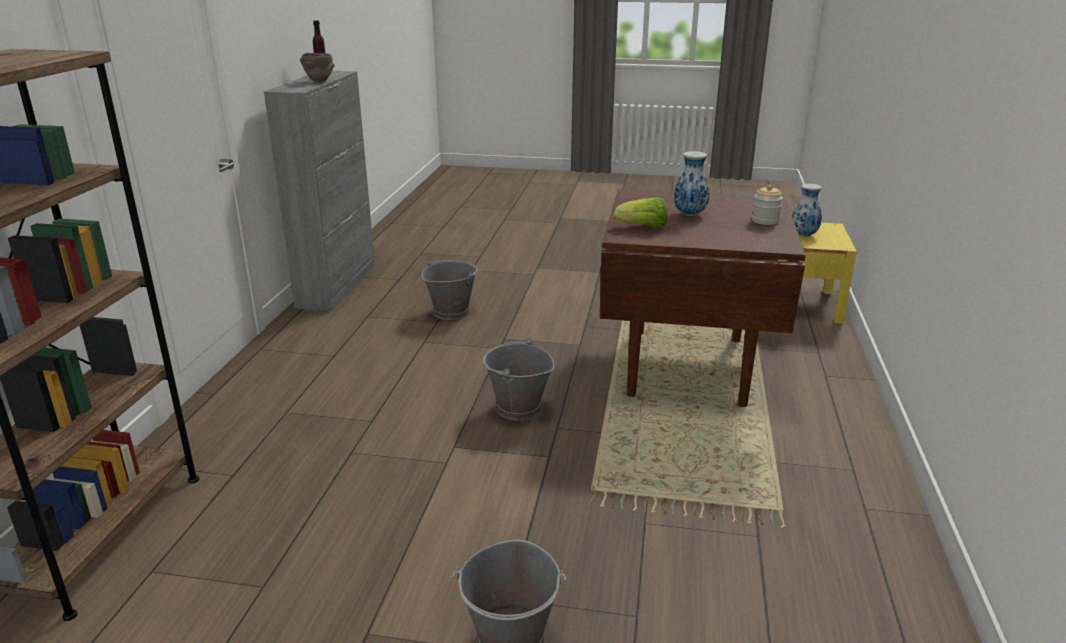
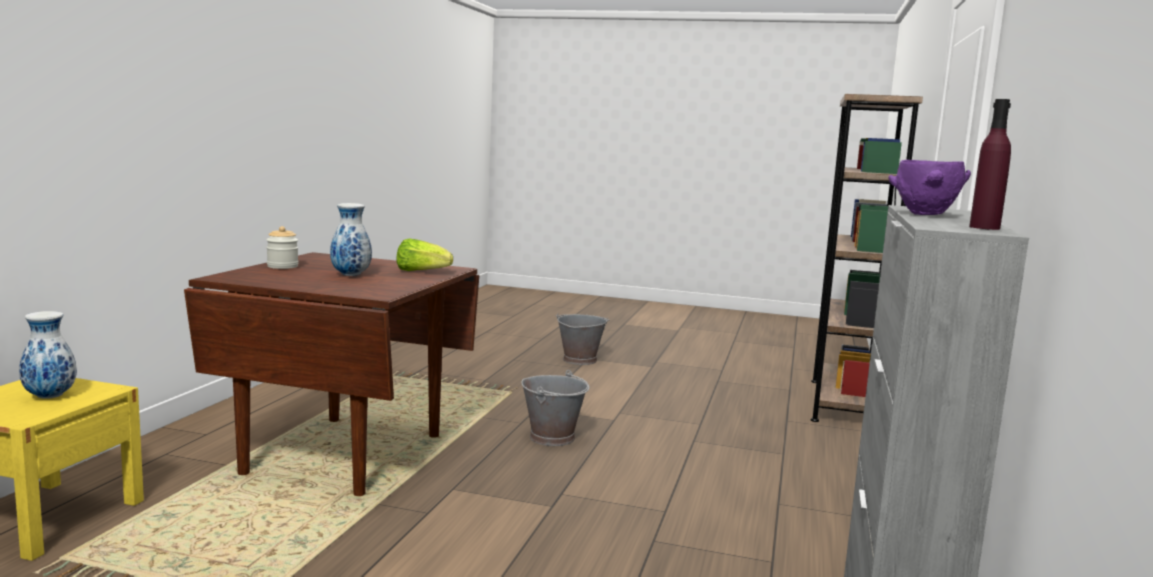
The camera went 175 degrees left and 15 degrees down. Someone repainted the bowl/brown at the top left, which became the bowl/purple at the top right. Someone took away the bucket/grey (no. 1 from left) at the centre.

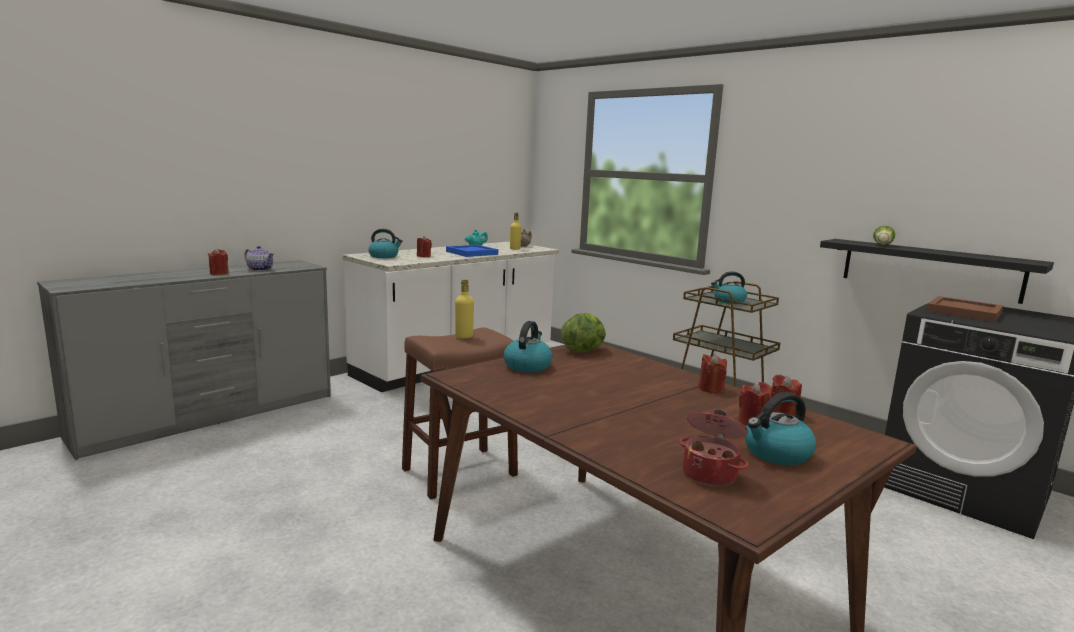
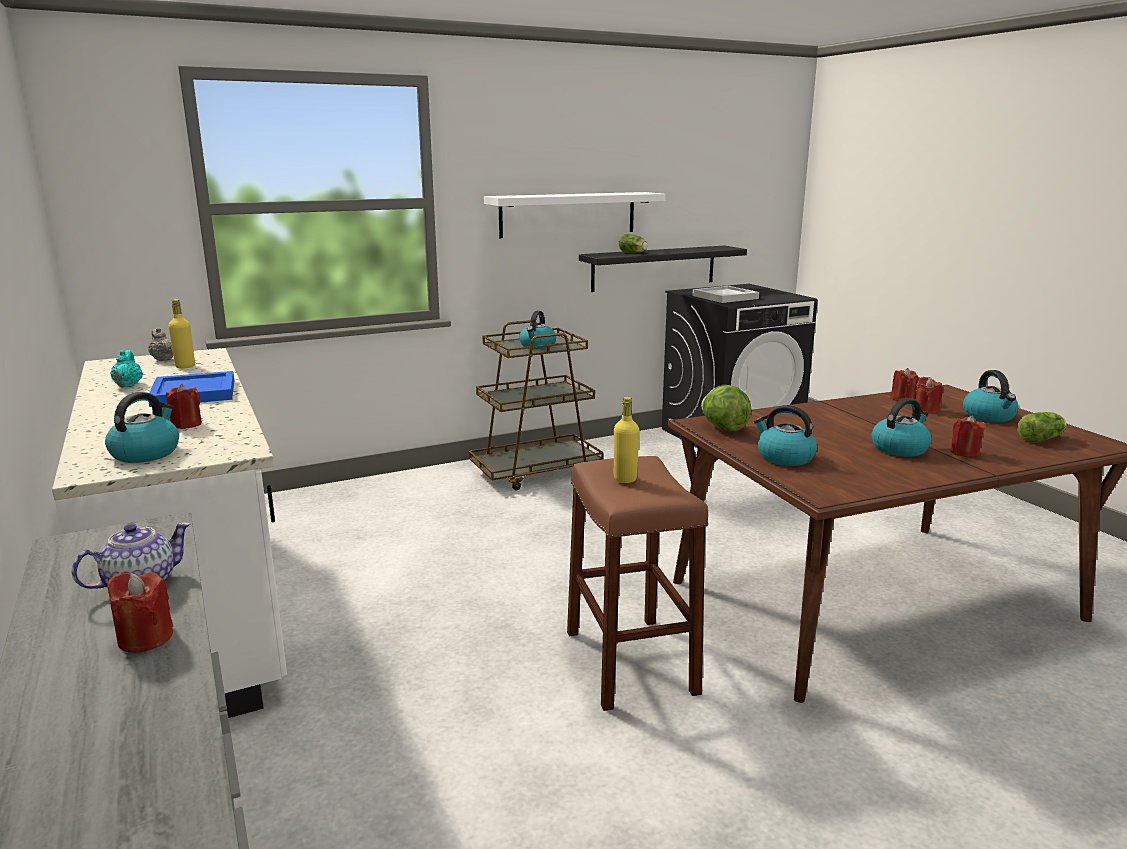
The camera went 70 degrees left and 5 degrees up. Someone put up the shelf/white at the top centre. Someone repainted the tray/brown at the middle right, which became the tray/white at the centre. Someone put down the kettle (no. 4 from left) at the middle right. Someone carried the candle/red (no. 3 from left in the first image) from the centre to the middle right. Someone swapped the cooking pot at the bottom centre for the lettuce (no. 3 from left) at the middle right.

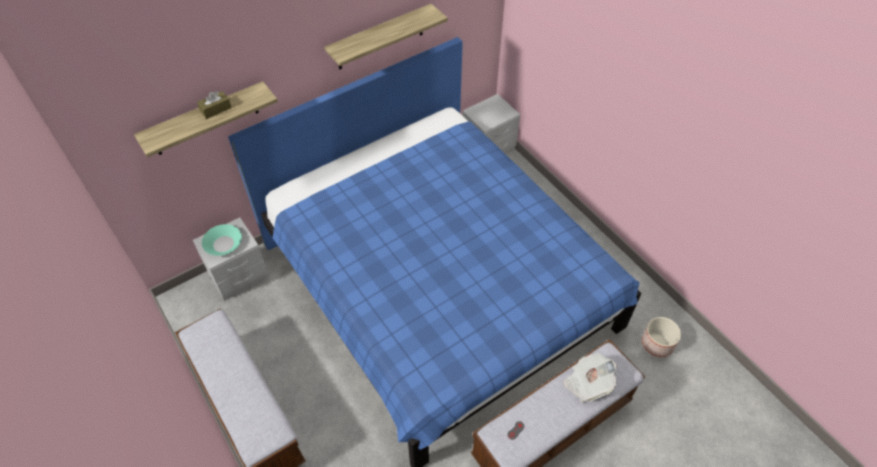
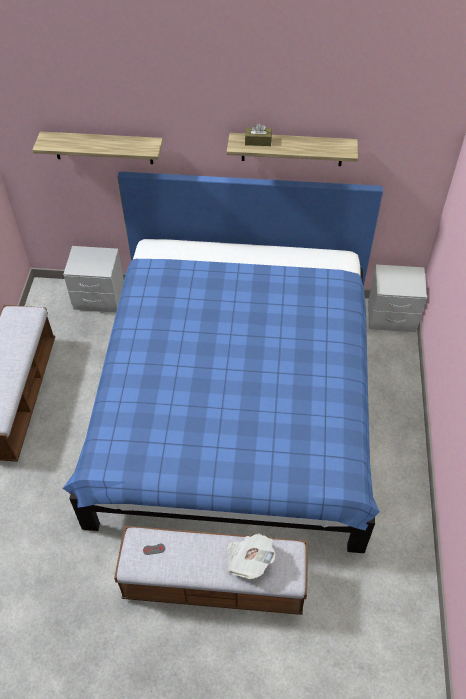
The camera went 40 degrees right and 0 degrees up. Someone carried the tissue box/brown from the top left to the top centre. Someone took away the bowl/turquoise at the middle left. Someone took away the planter at the bottom right.

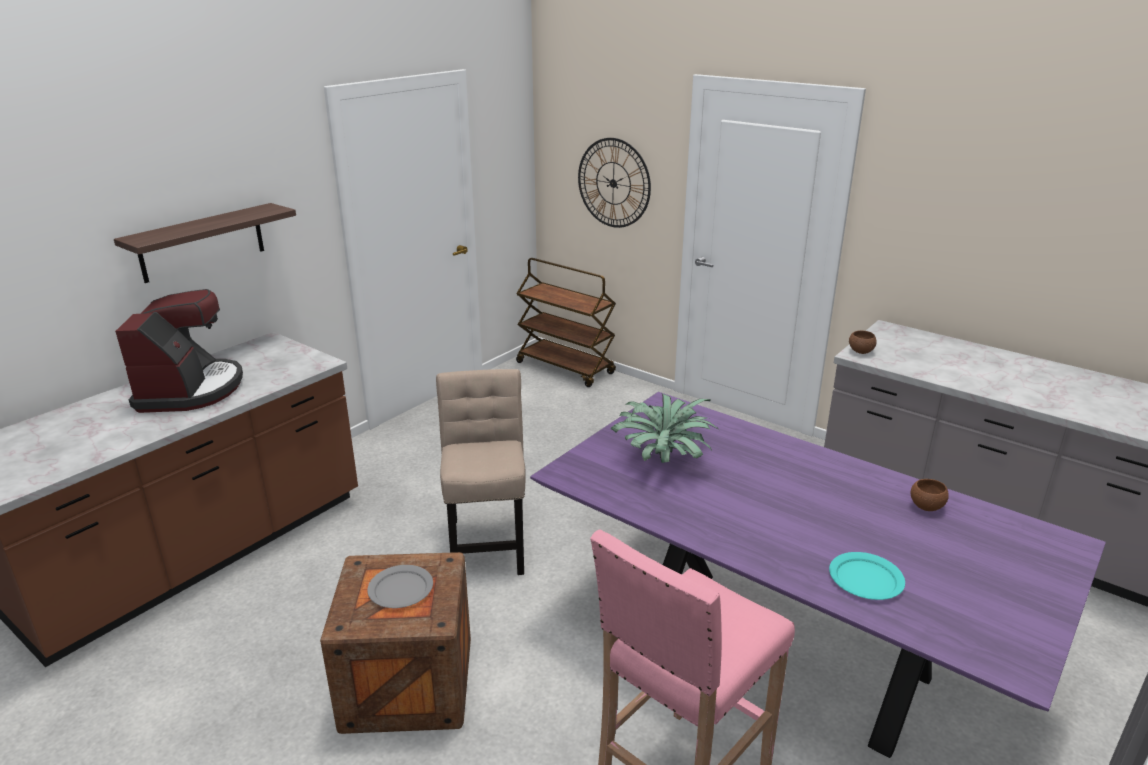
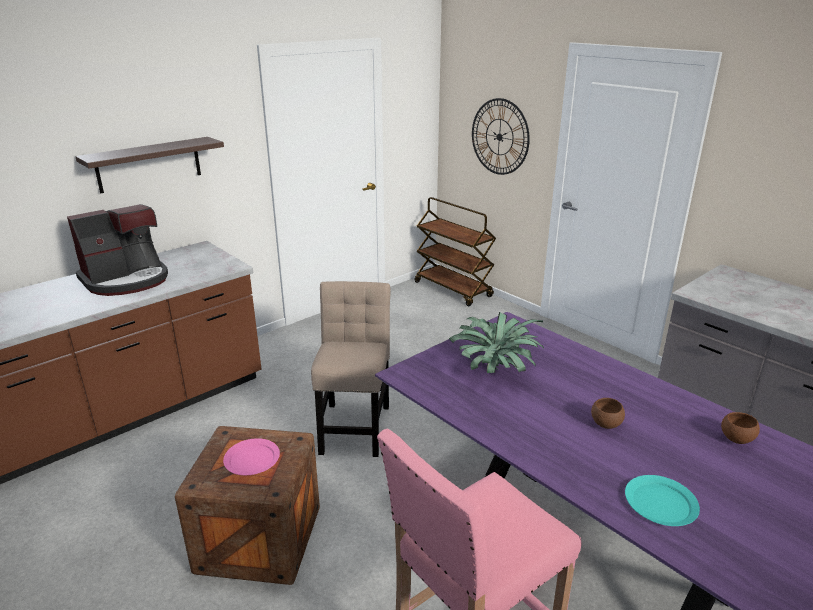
The camera went 10 degrees right and 0 degrees up. Someone rotated the coffee machine at the middle left by 45 degrees clockwise. Someone repainted the plate/grey at the bottom centre, which became the plate/pink at the bottom left. Someone carried the bowl/brown (no. 1 from left) from the middle right to the bottom right.

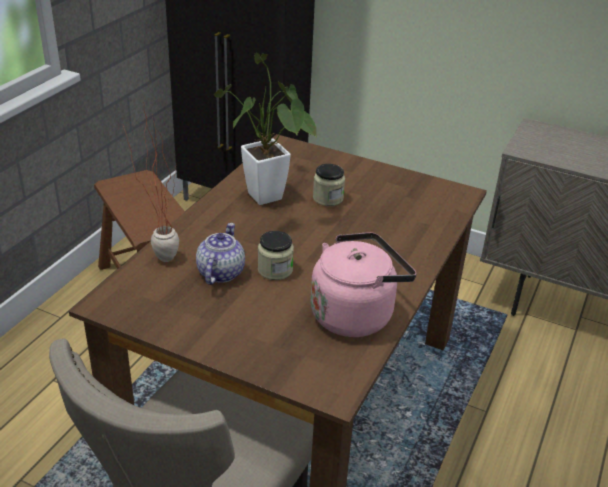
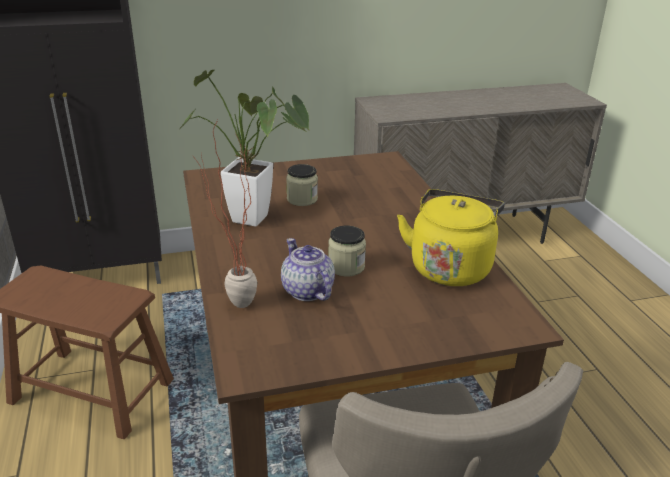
The camera went 40 degrees left and 5 degrees down. Someone repainted the kettle/pink at the centre, which became the kettle/yellow at the middle right.

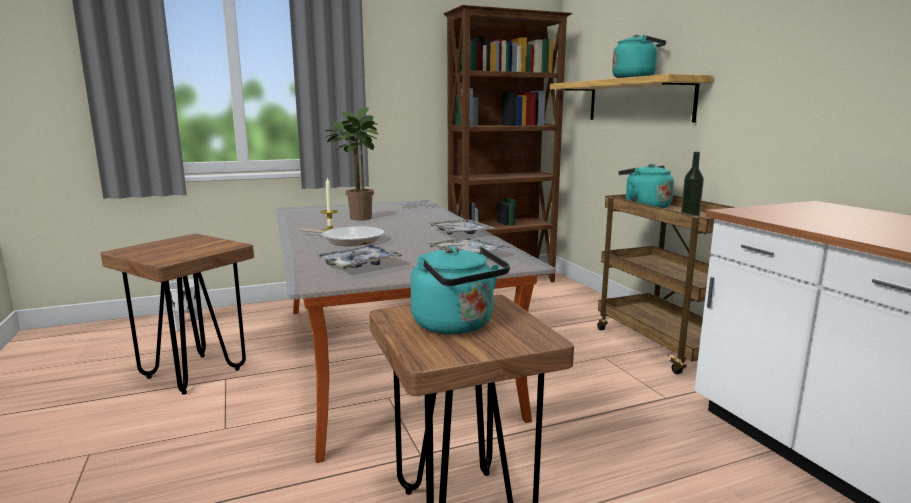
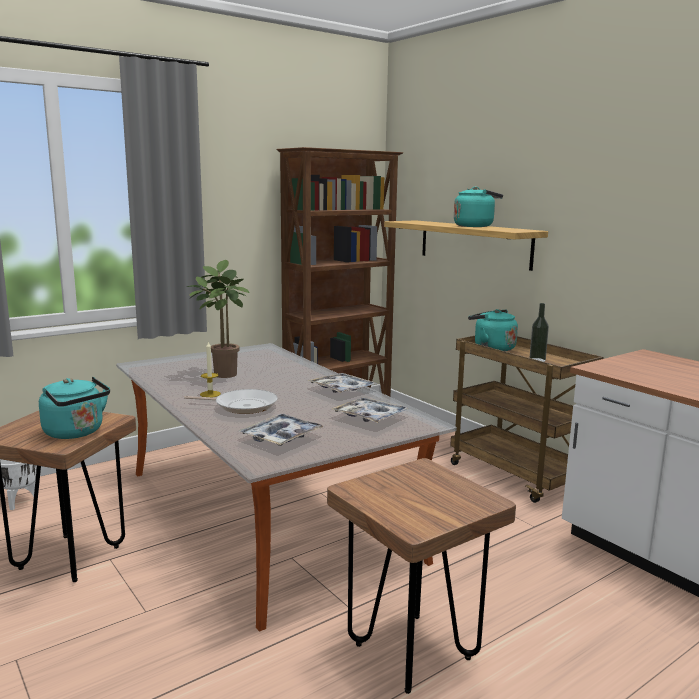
The camera went 15 degrees left and 0 degrees up. Someone carried the kettle/turquoise (no. 1 from left) from the centre to the middle left.

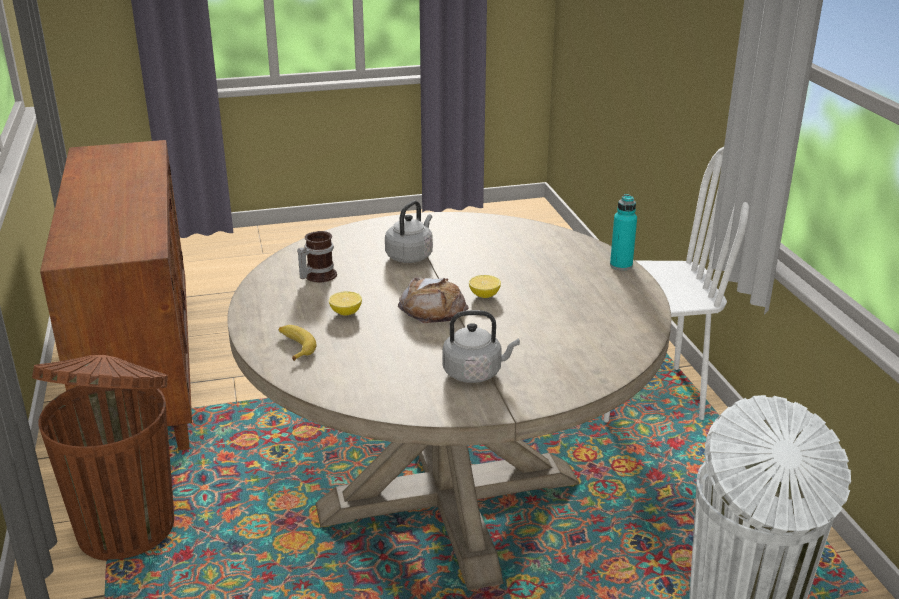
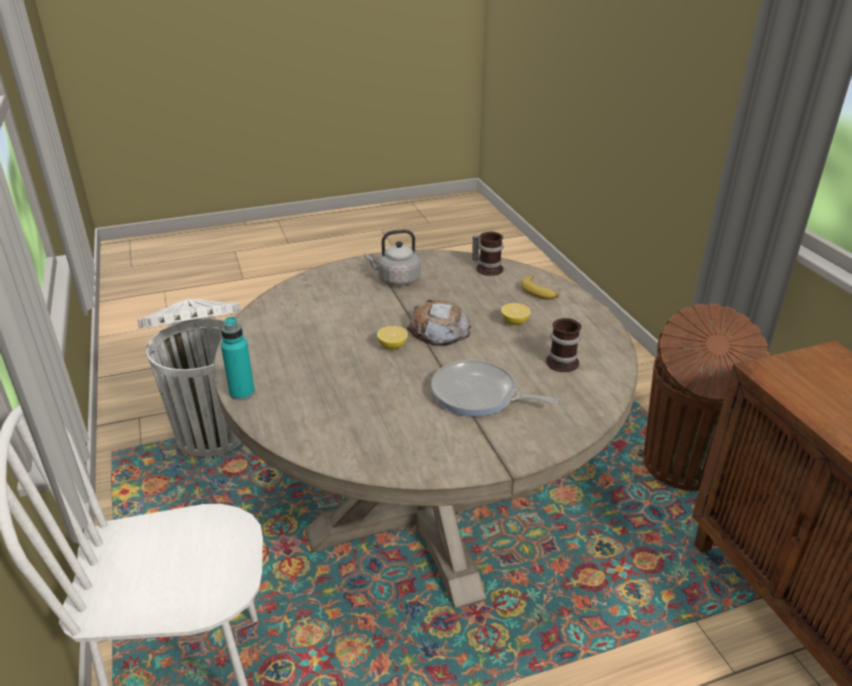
The camera went 175 degrees right and 5 degrees up. Someone swapped the kettle/grey (no. 1 from left) at the centre for the frying pan at the centre. Someone put down the mug (no. 1 from left) at the centre.

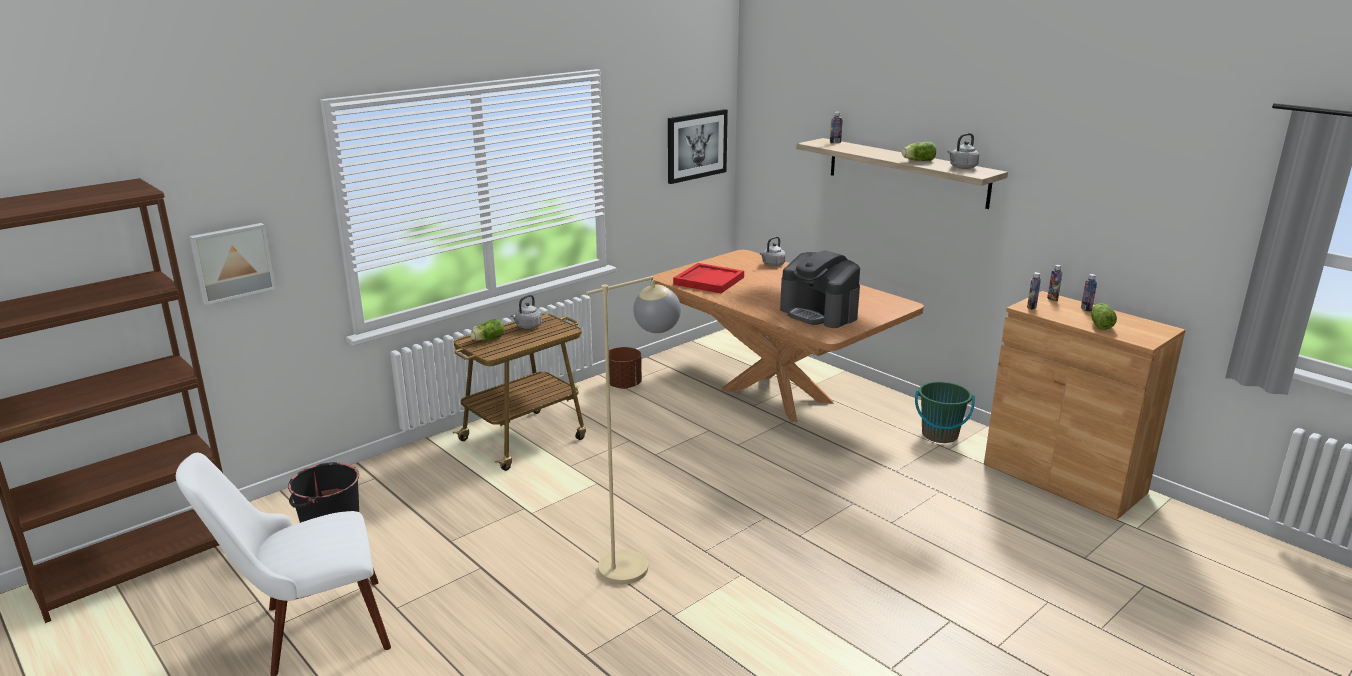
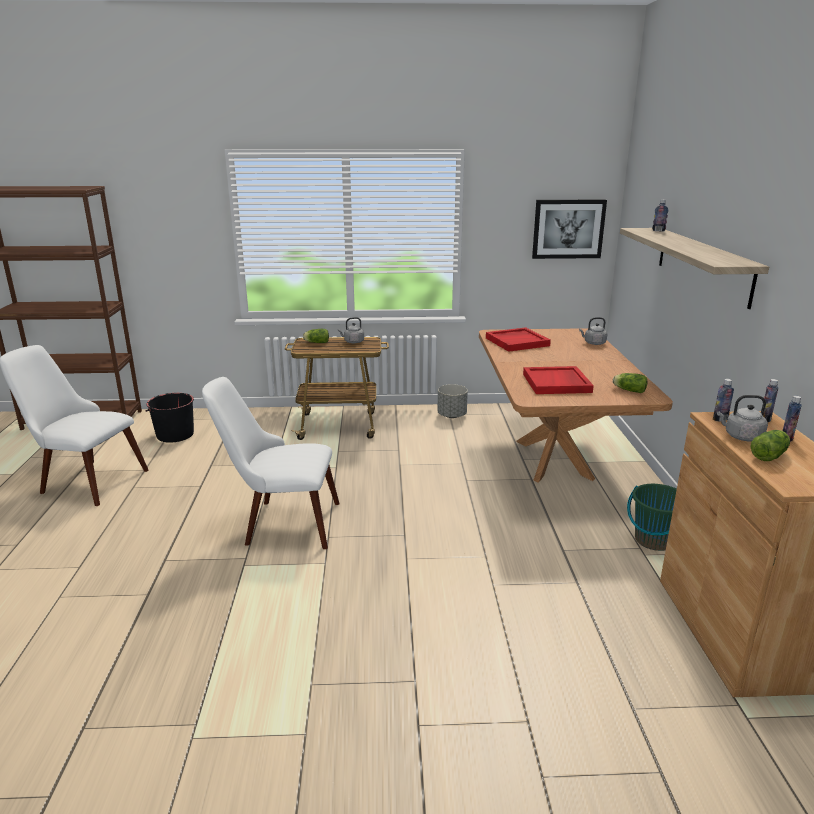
The camera went 40 degrees right and 0 degrees up. Someone swapped the floor lamp/beige at the centre for the chair/white (no. 2 from left) at the middle left. Someone repainted the planter/brown at the centre, which became the planter/grey at the centre. Someone swapped the coffee machine at the centre for the tray/red (no. 2 from left) at the middle right. Someone carried the lettuce (no. 2 from left) from the top right to the middle right. Someone carried the kettle/grey (no. 3 from left) from the top right to the middle right. Someone took away the picture (no. 1 from left) at the middle left.

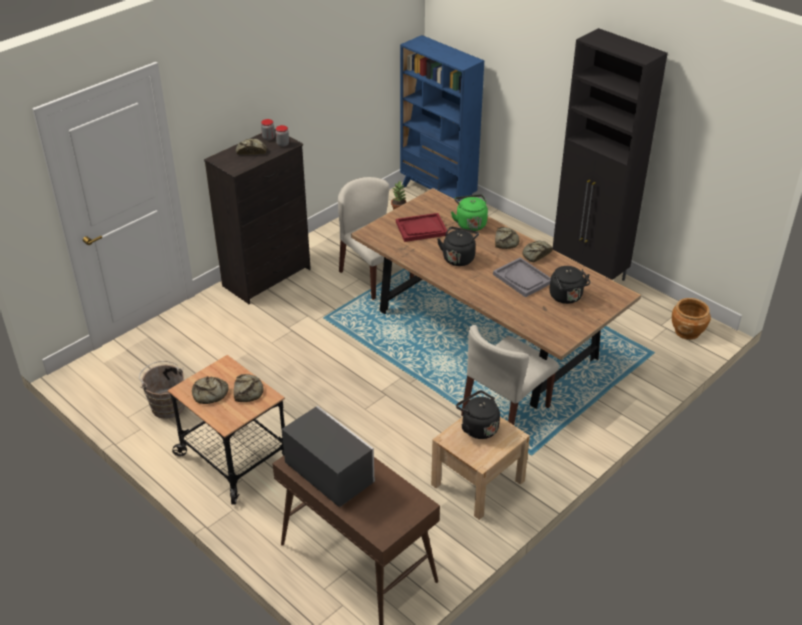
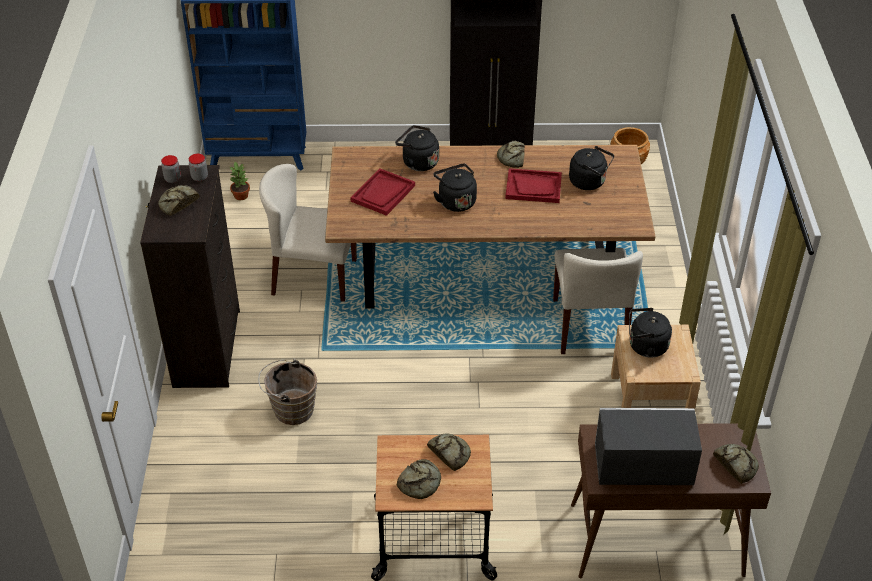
The camera went 45 degrees left and 5 degrees up. Someone carried the bucket/brown from the middle left to the bottom left. Someone repainted the kettle/green at the centre, which became the kettle/black (no. 1 from left) at the top centre. Someone repainted the tray/grey at the centre, which became the tray/red (no. 2 from left) at the top centre. Someone carried the bread (no. 4 from left in the first image) from the centre to the bottom right.

